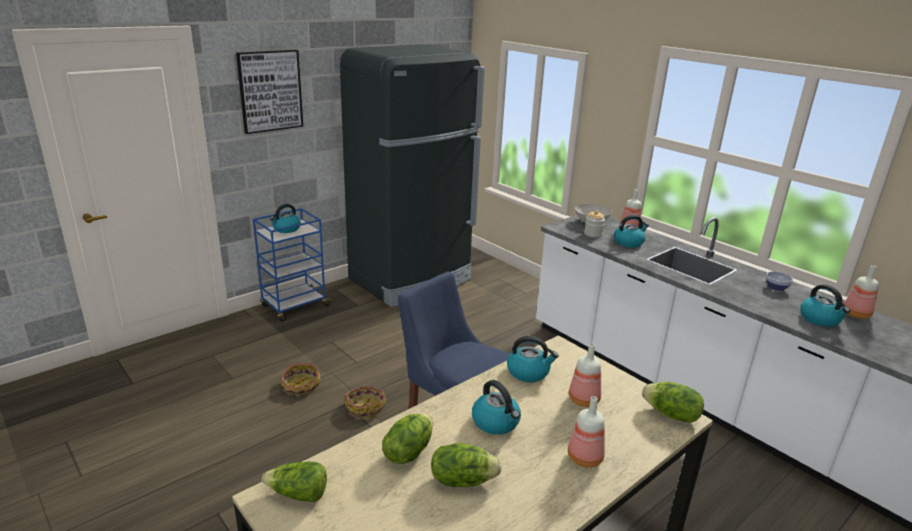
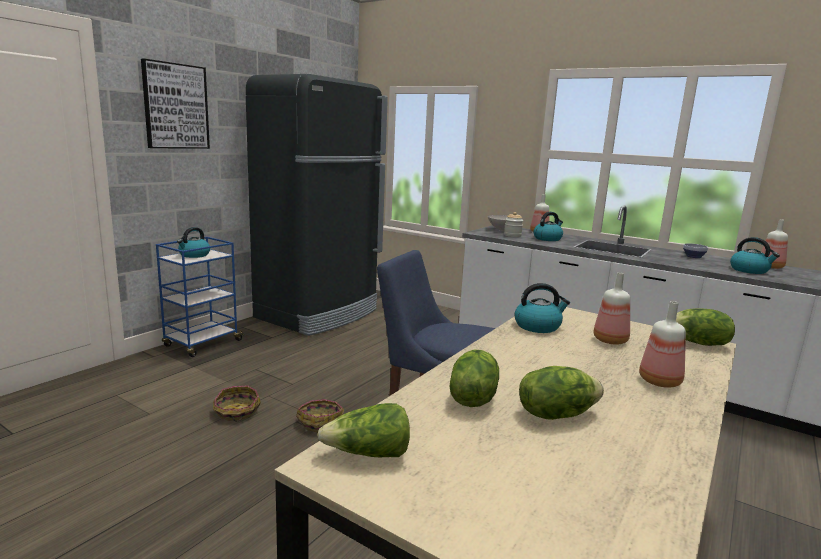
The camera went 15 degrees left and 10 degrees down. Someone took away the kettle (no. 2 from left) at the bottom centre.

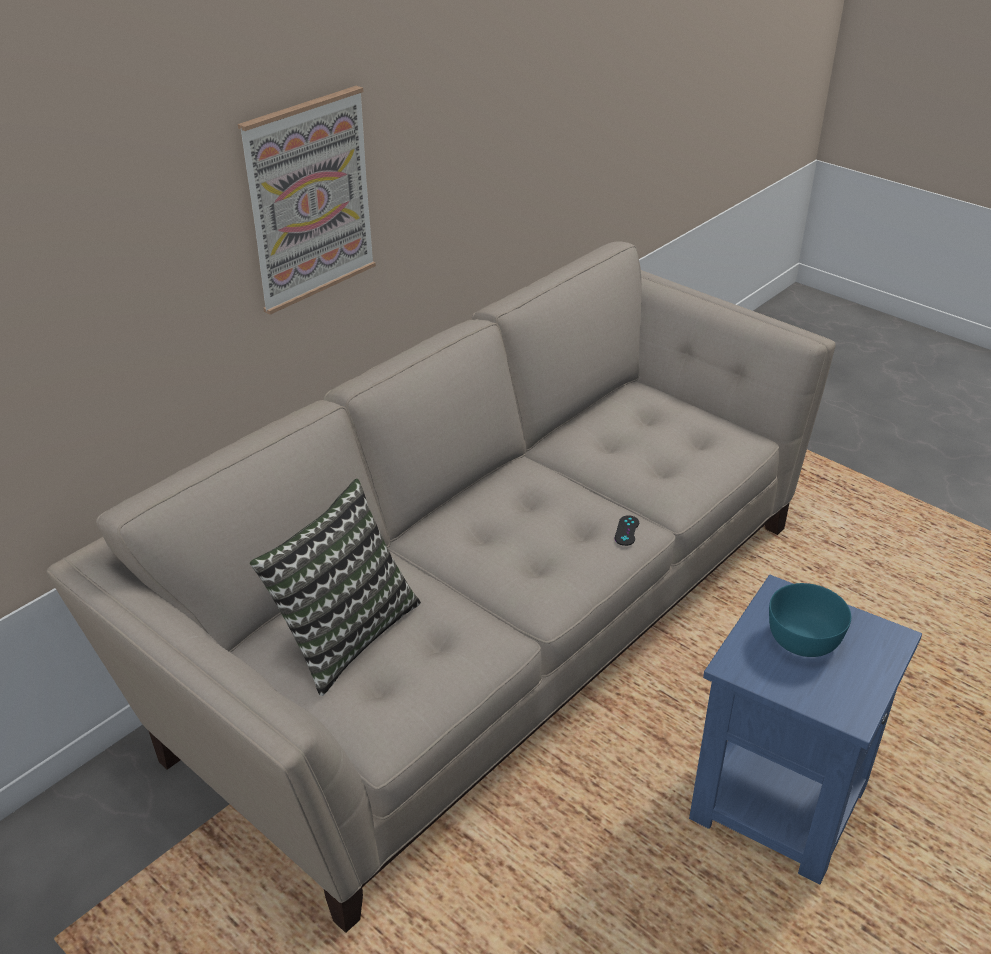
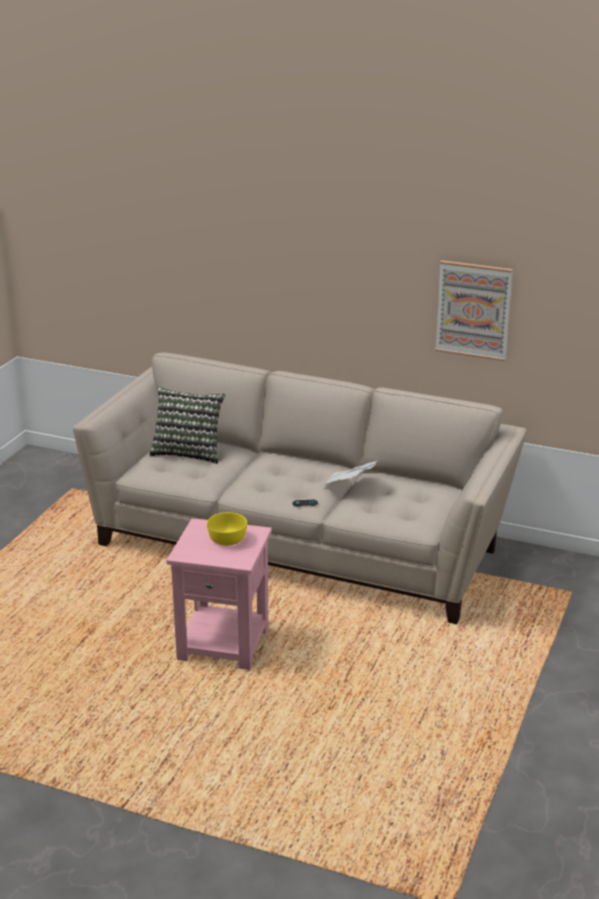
The camera went 70 degrees right and 10 degrees down. Someone repainted the side table/blue at the bottom right, which became the side table/pink at the centre. Someone repainted the bowl/turquoise at the middle right, which became the bowl/yellow at the centre. Someone put down the newspaper at the centre. Someone carried the picture from the top left to the middle right.

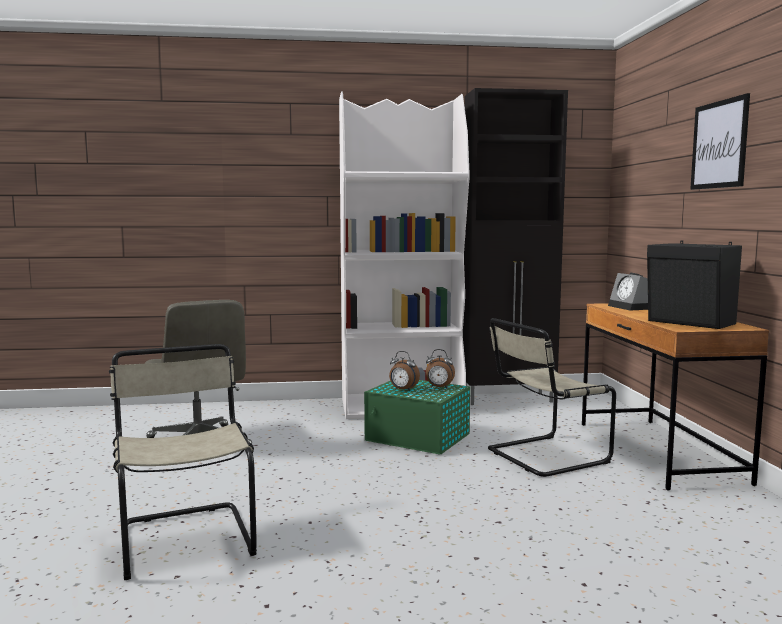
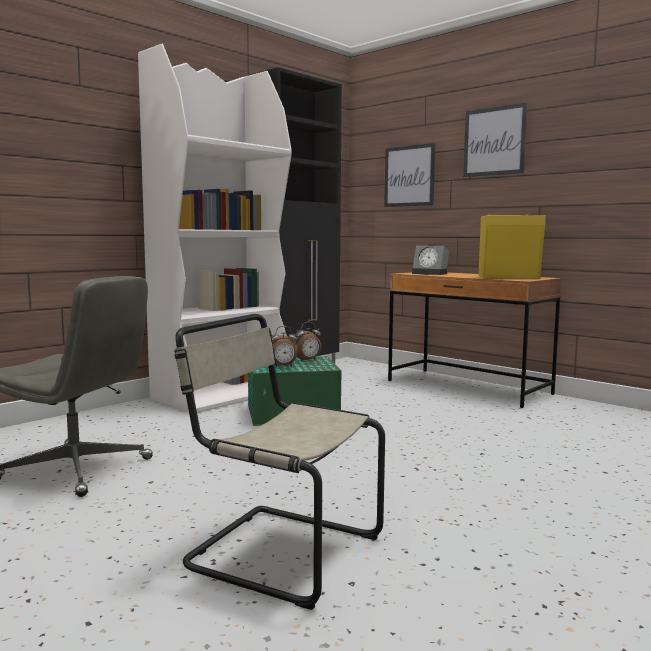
The camera went 40 degrees left and 0 degrees up. Someone put up the picture (no. 1 from left) at the top centre. Someone repainted the speaker/black at the middle right, which became the speaker/yellow at the middle right. Someone took away the chair/beige (no. 2 from left) at the middle right.

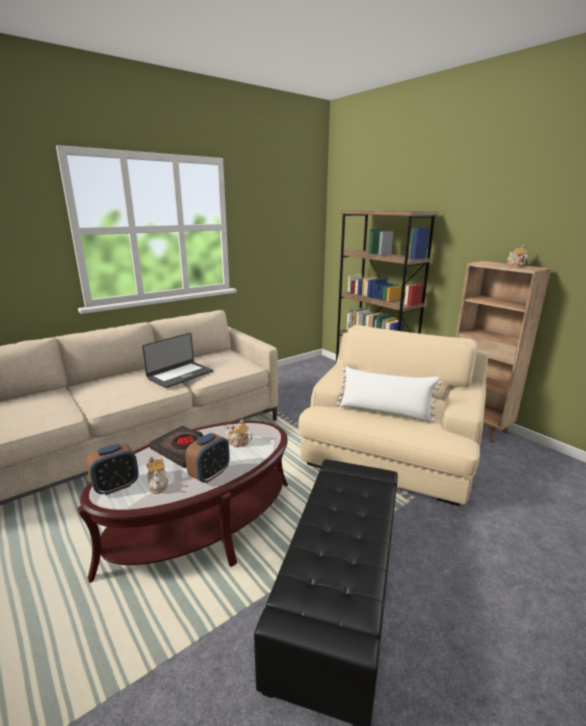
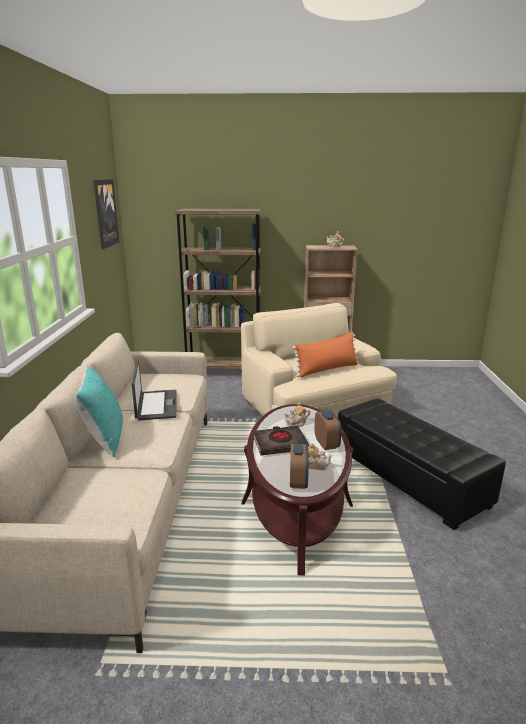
The camera went 50 degrees left and 0 degrees up. Someone put down the pillow/turquoise at the middle left. Someone put up the picture at the top left. Someone repainted the pillow/white at the centre, which became the pillow/orange at the centre.

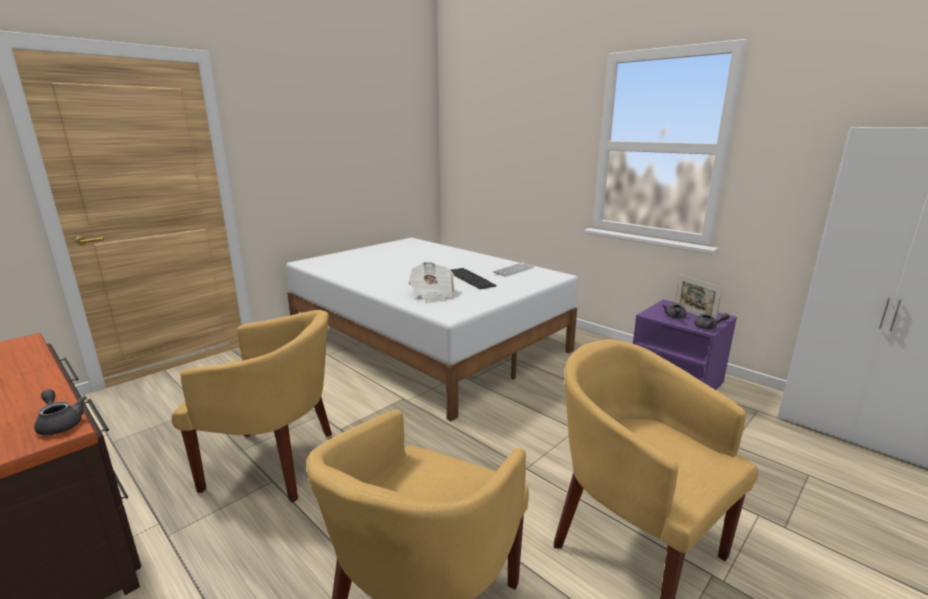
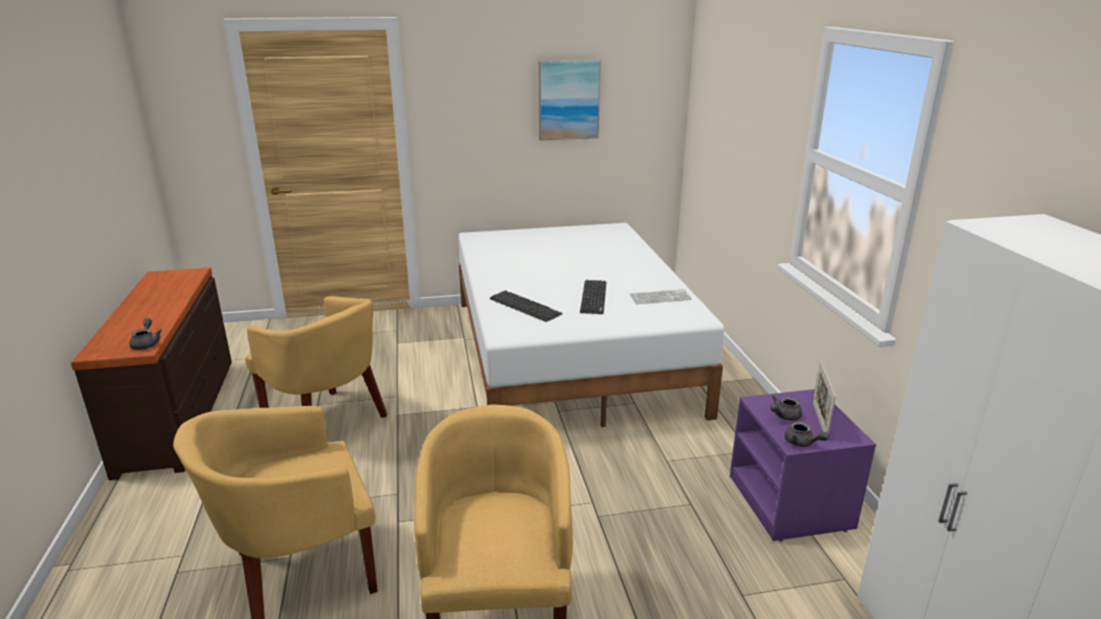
The camera went 35 degrees right and 5 degrees up. Someone swapped the newspaper at the centre for the keyboard (no. 1 from left) at the centre. Someone put up the picture at the top centre.

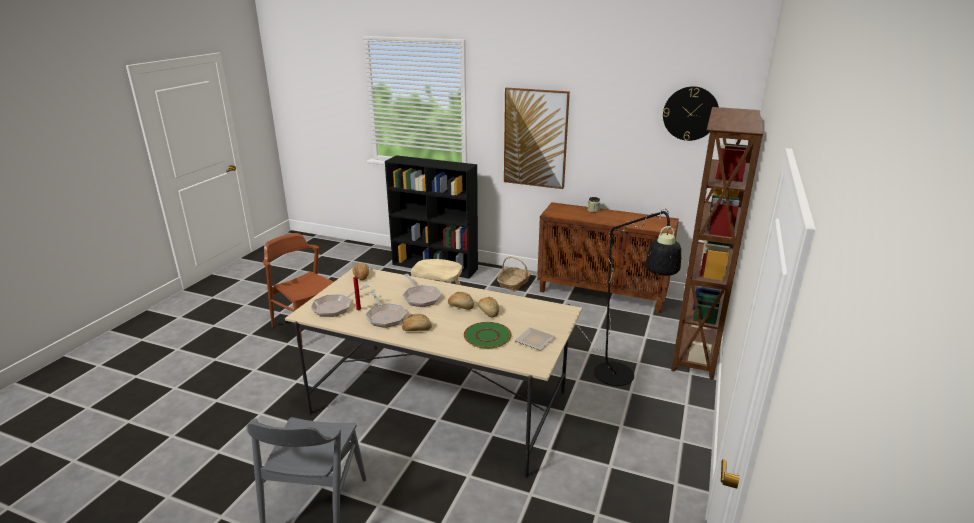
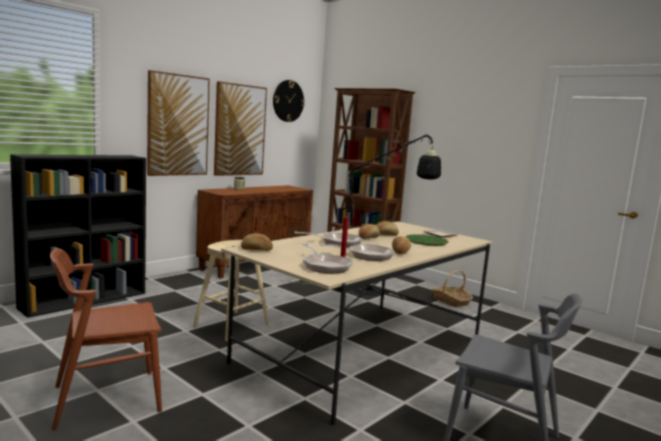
The camera went 70 degrees left and 15 degrees down. Someone put up the picture (no. 2 from left) at the top centre. Someone carried the basket from the centre to the middle right.

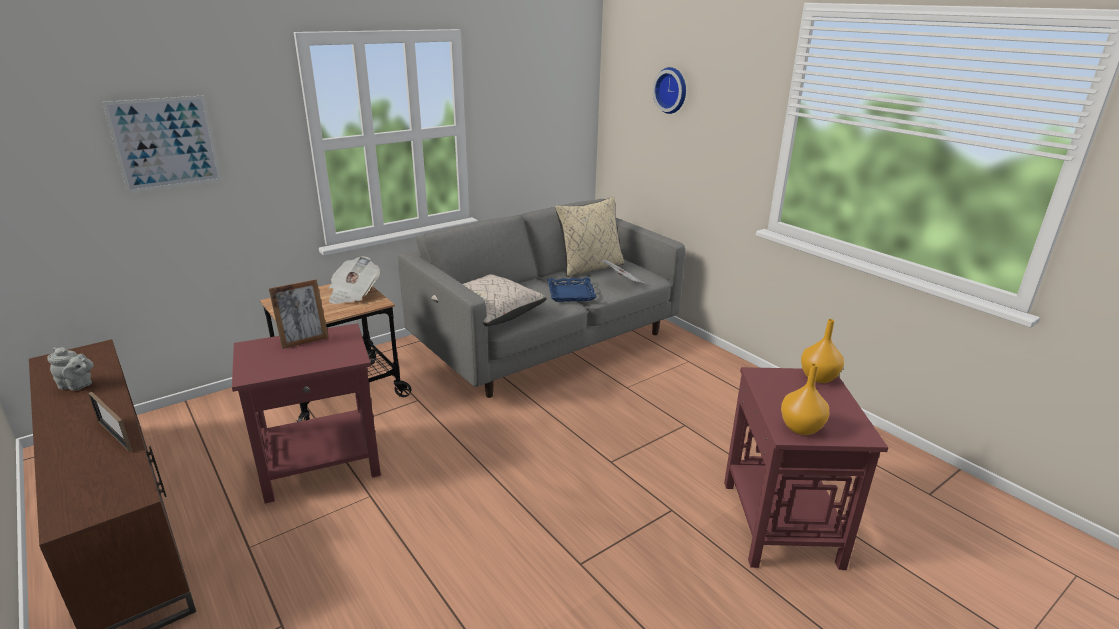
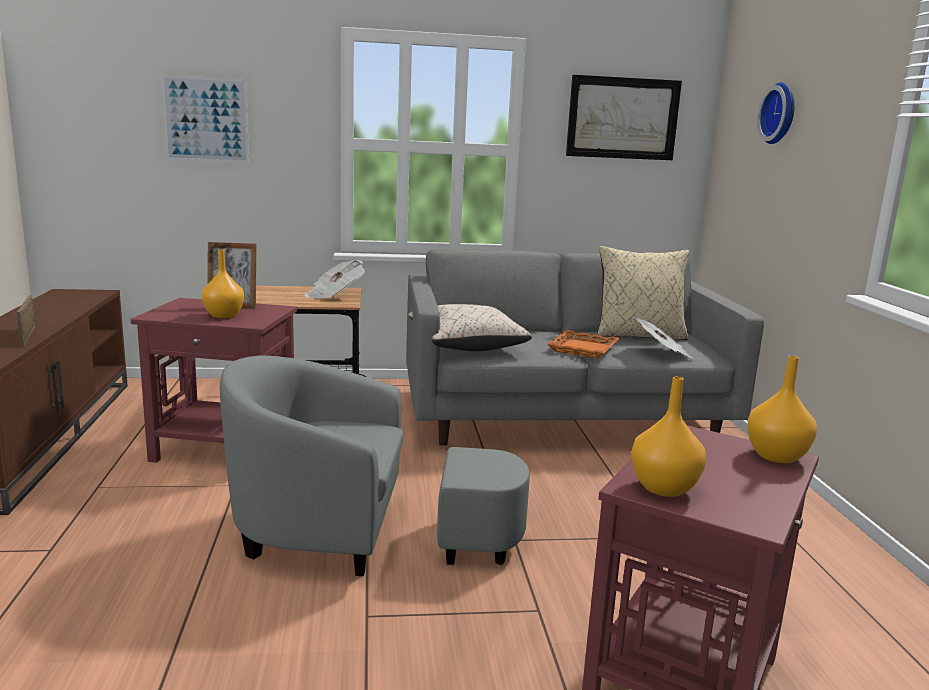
The camera went 30 degrees right and 10 degrees down. Someone put down the vase/orange (no. 1 from left) at the middle left. Someone put down the armchair/grey at the bottom centre. Someone repainted the tray/blue at the centre, which became the tray/orange at the centre. Someone put up the picture (no. 2 from left) at the top right. Someone took away the teapot/grey at the middle left.

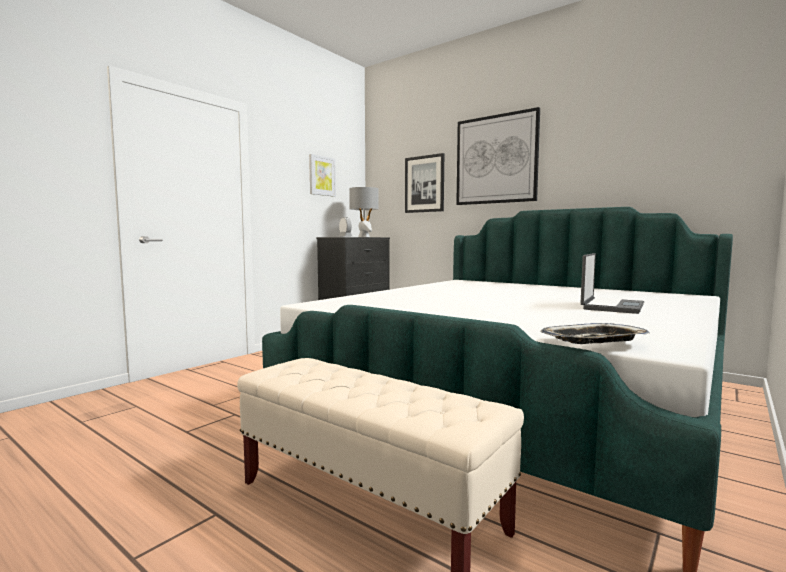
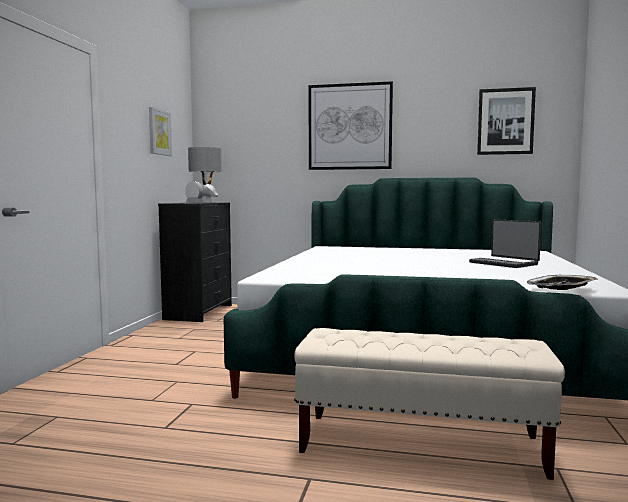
The camera went 25 degrees left and 0 degrees up. Someone rotated the laptop at the middle right by 135 degrees clockwise. Someone carried the picture (no. 2 from left in the first image) from the top centre to the top right.

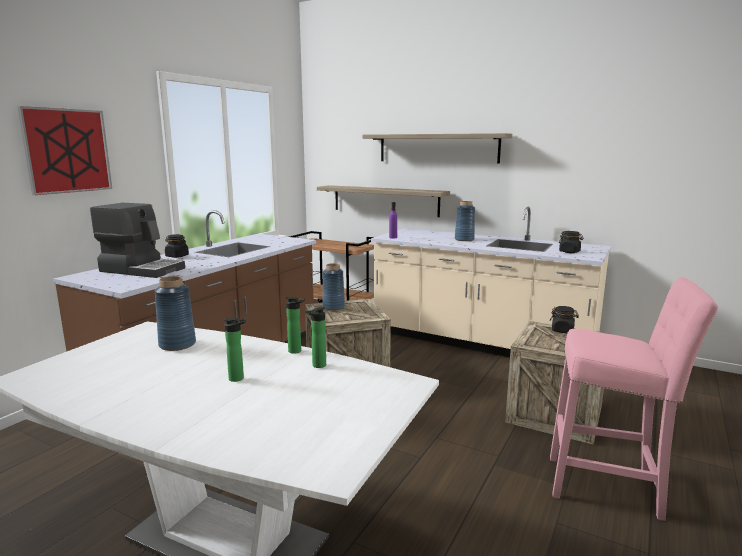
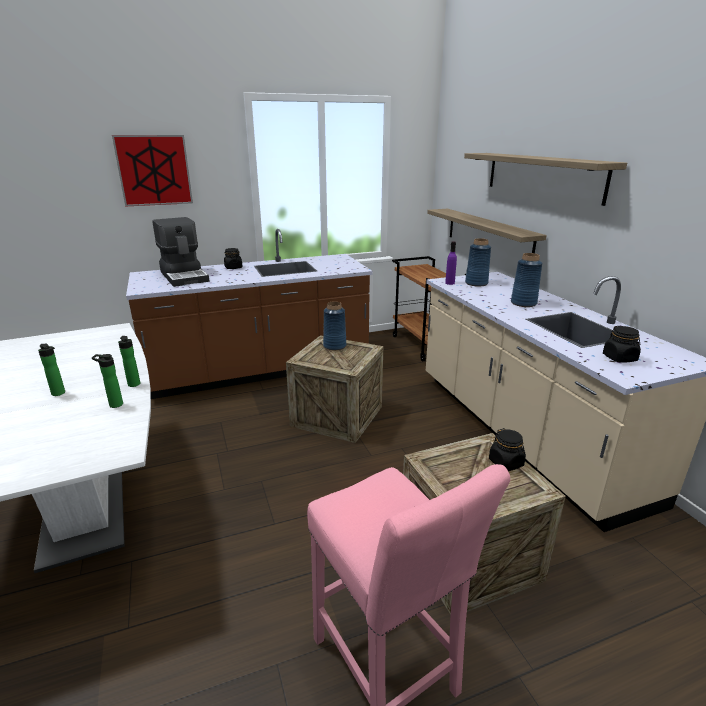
The camera went 40 degrees right and 10 degrees up. Someone carried the vase/blue (no. 1 from left in the first image) from the middle left to the middle right.

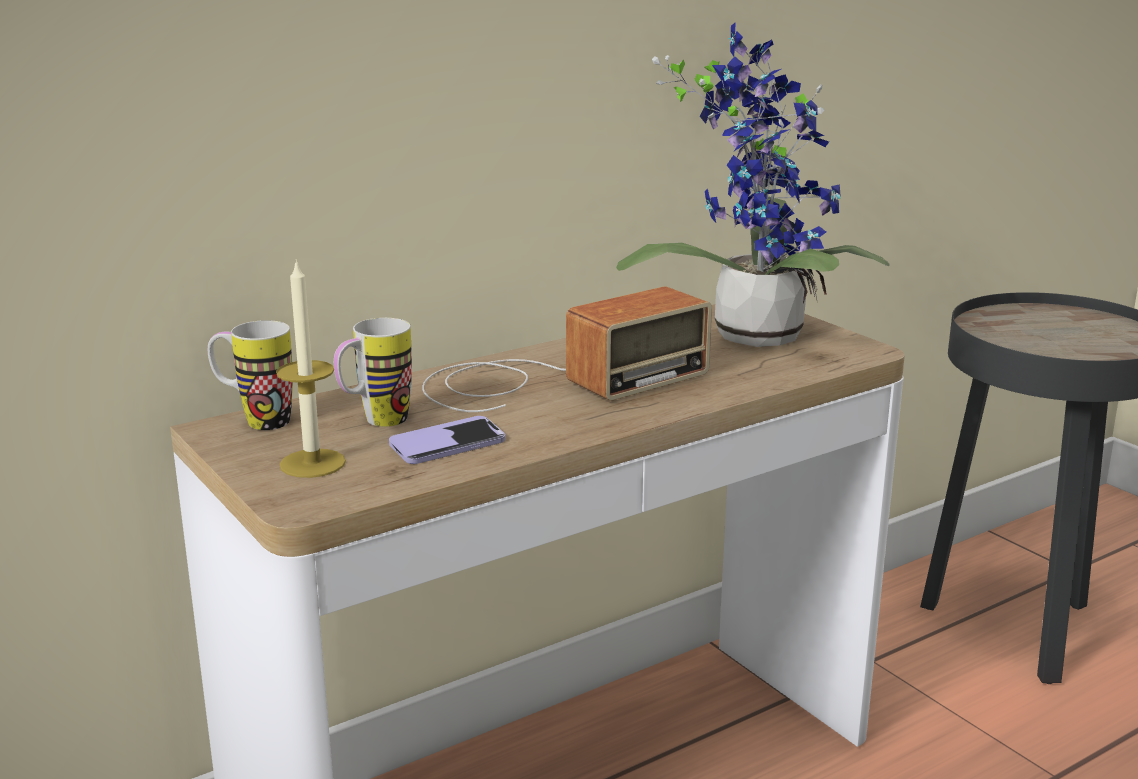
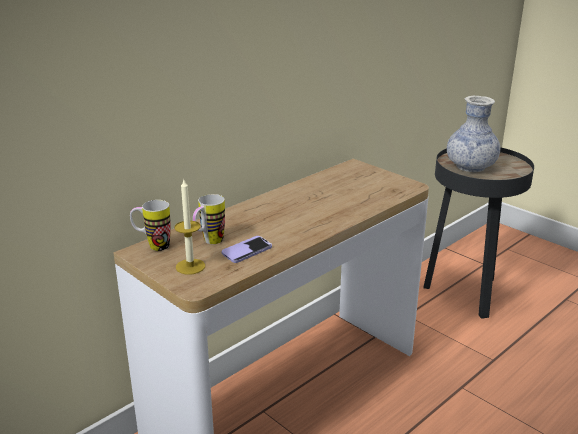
The camera went 10 degrees left and 5 degrees up. Someone put down the vase at the top right. Someone took away the radio at the centre. Someone took away the potted plant at the top centre.

